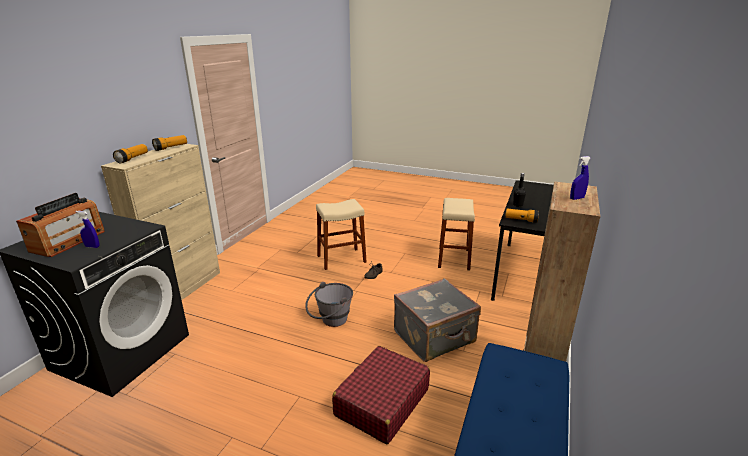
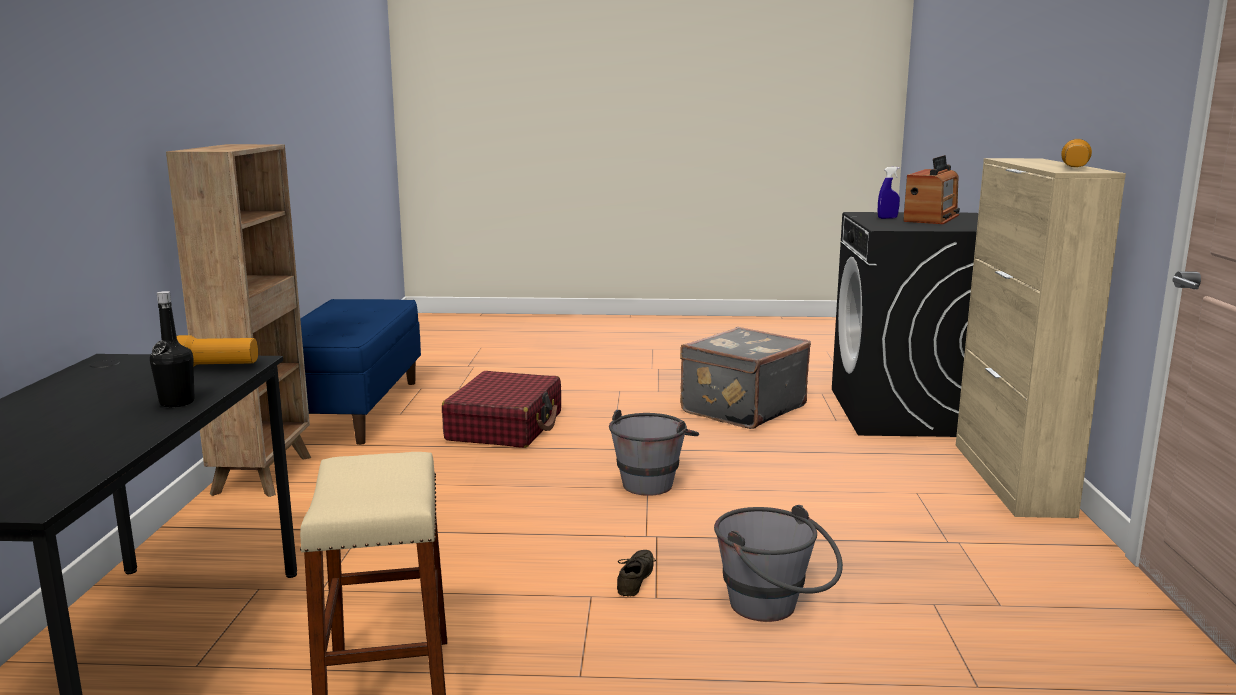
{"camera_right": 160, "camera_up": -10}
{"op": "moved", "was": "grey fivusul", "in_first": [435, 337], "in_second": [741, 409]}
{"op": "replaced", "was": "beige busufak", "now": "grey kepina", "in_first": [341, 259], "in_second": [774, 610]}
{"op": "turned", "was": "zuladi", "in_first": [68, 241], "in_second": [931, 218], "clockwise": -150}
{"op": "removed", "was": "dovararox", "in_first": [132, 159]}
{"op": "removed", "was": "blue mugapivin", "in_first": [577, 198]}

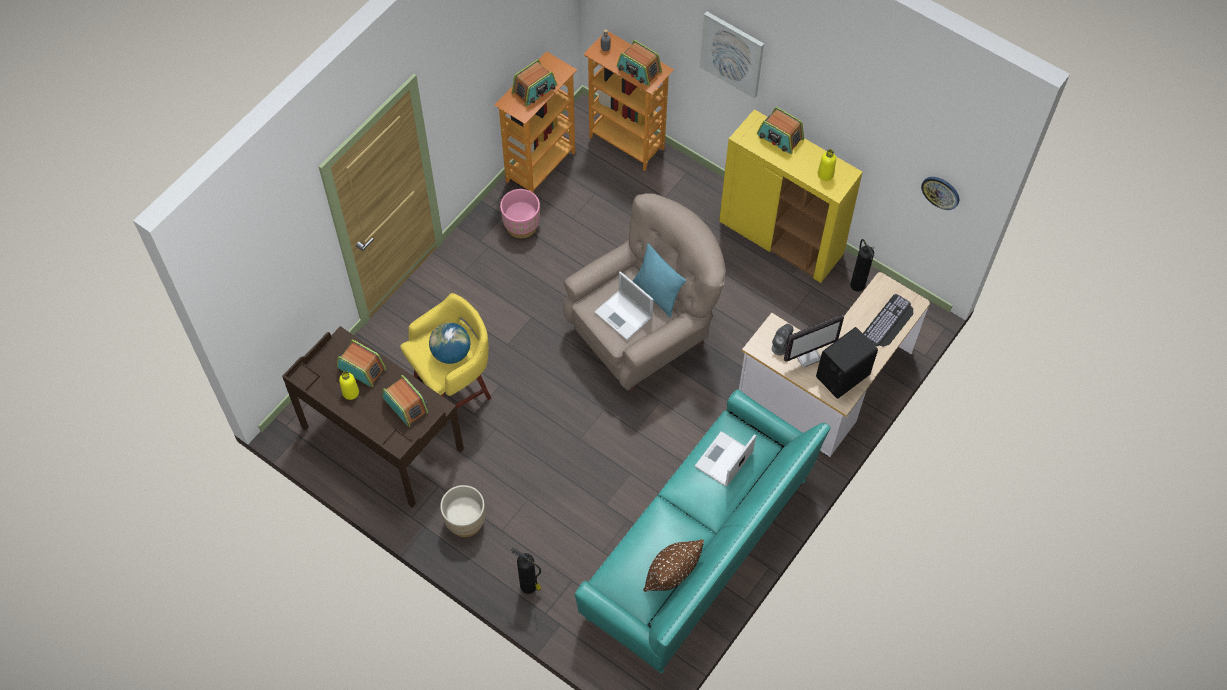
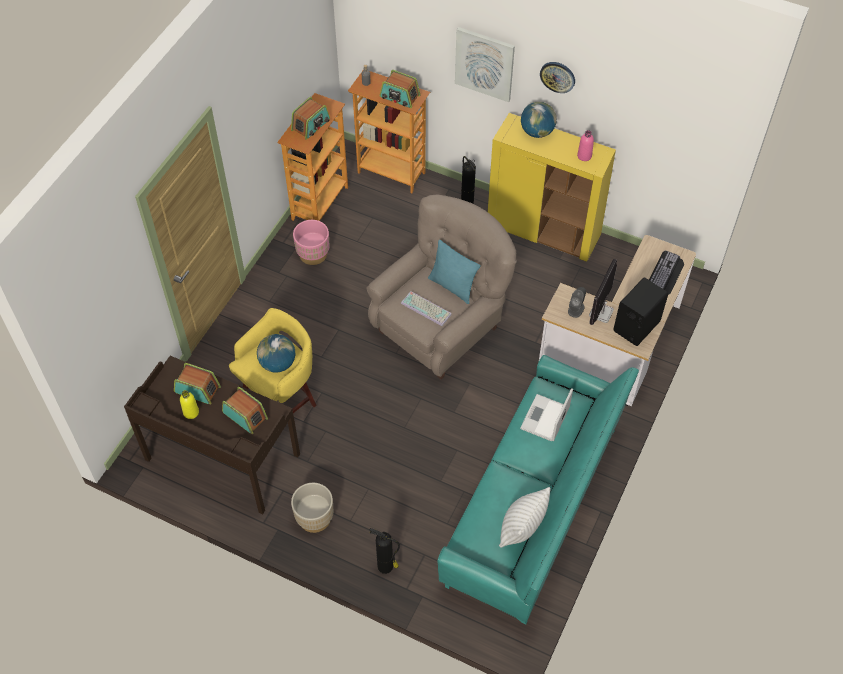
{"camera_right": -10, "camera_up": -5}
{"op": "replaced", "was": "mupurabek", "now": "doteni", "in_first": [624, 315], "in_second": [427, 308]}
{"op": "moved", "was": "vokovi", "in_first": [857, 284], "in_second": [467, 201]}
{"op": "recoloured", "was": "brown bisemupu", "now": "white bisemupu", "in_first": [671, 575], "in_second": [521, 528]}
{"op": "replaced", "was": "zuladi", "now": "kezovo", "in_first": [779, 137], "in_second": [537, 132]}
{"op": "moved", "was": "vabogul", "in_first": [941, 192], "in_second": [557, 76]}
{"op": "recoloured", "was": "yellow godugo", "now": "pink godugo", "in_first": [825, 174], "in_second": [584, 156]}
{"op": "turned", "was": "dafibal", "in_first": [807, 355], "in_second": [601, 313], "clockwise": 150}

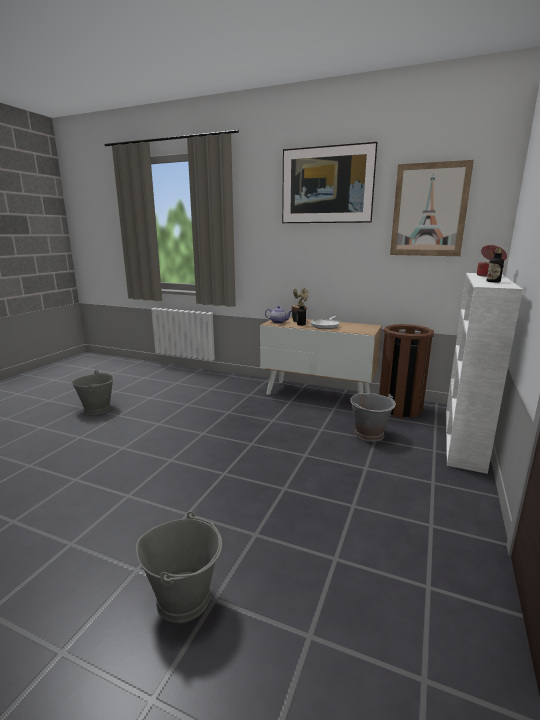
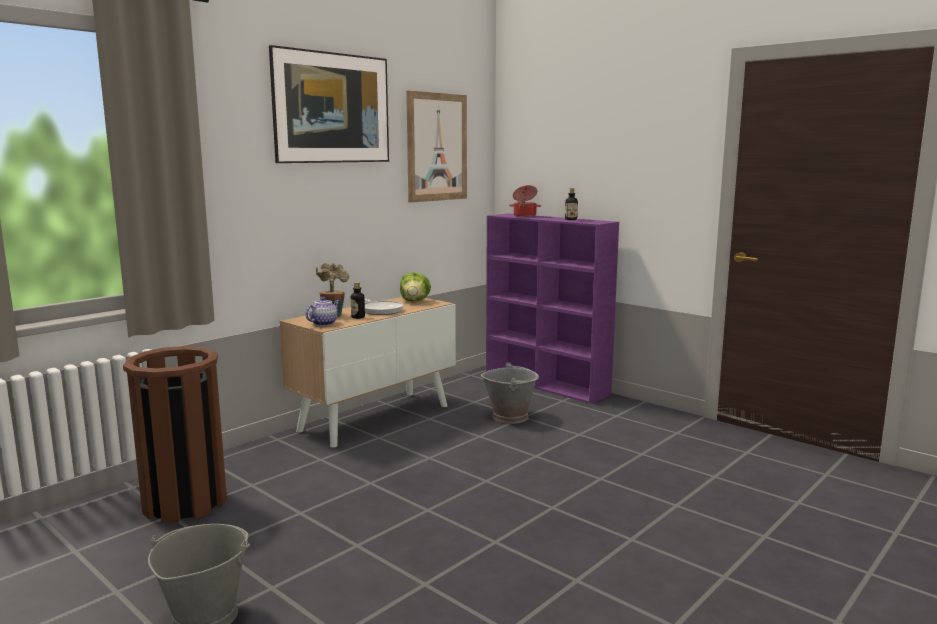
{"camera_right": -70, "camera_up": -5}
{"op": "moved", "was": "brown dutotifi", "in_first": [400, 408], "in_second": [185, 502]}
{"op": "added", "now": "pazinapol", "in_second": [415, 301]}
{"op": "recoloured", "was": "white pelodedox", "now": "purple pelodedox", "in_first": [464, 438], "in_second": [547, 384]}
{"op": "removed", "was": "grey kepina", "in_first": [184, 597]}

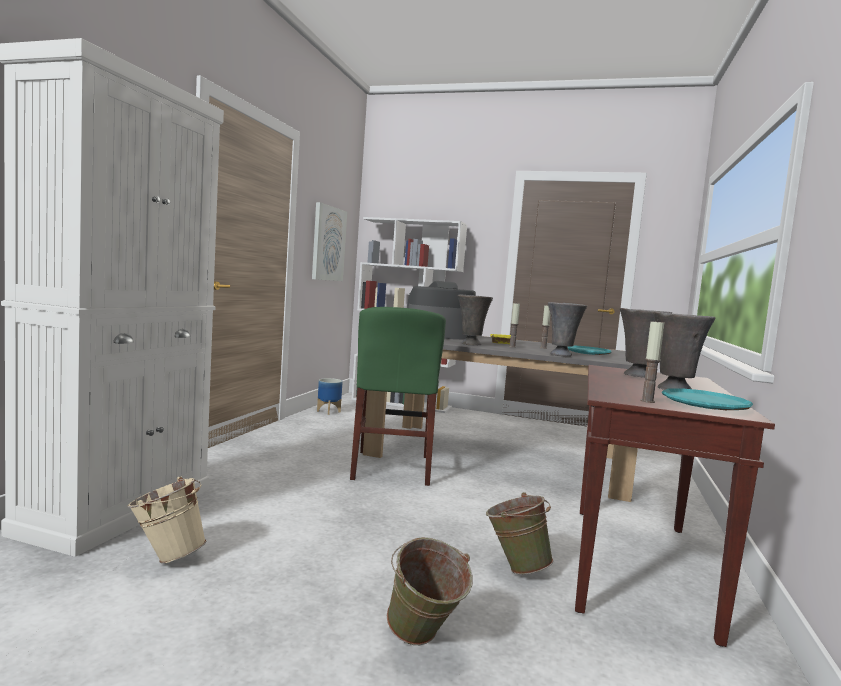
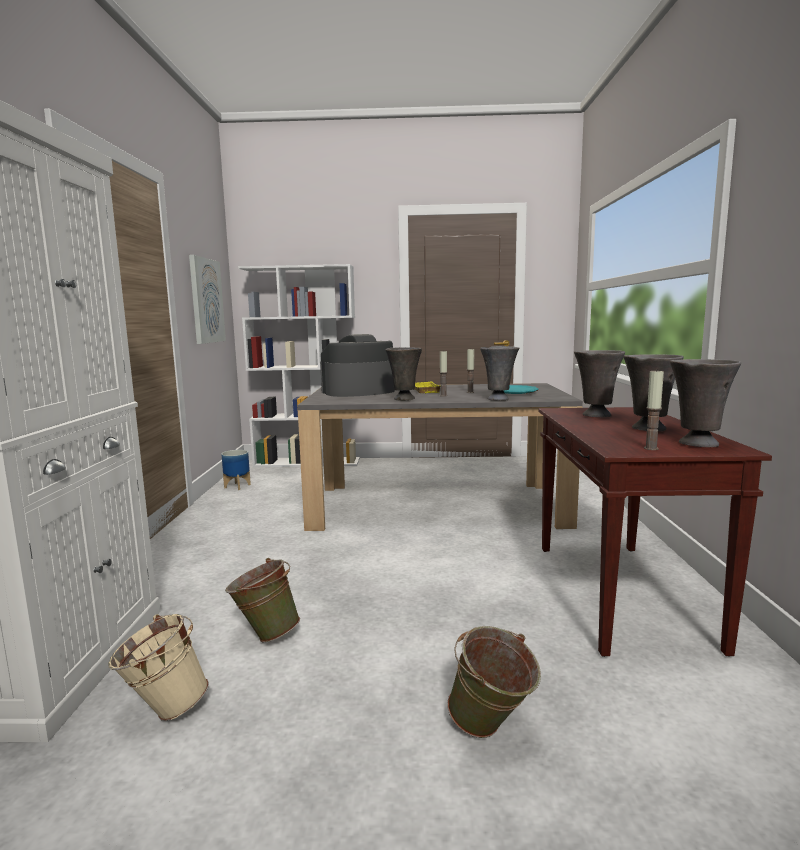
{"camera_right": -15, "camera_up": 5}
{"op": "moved", "was": "green kepina", "in_first": [515, 567], "in_second": [265, 634]}
{"op": "replaced", "was": "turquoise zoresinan", "now": "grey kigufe", "in_first": [705, 405], "in_second": [696, 444]}
{"op": "removed", "was": "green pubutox", "in_first": [392, 467]}

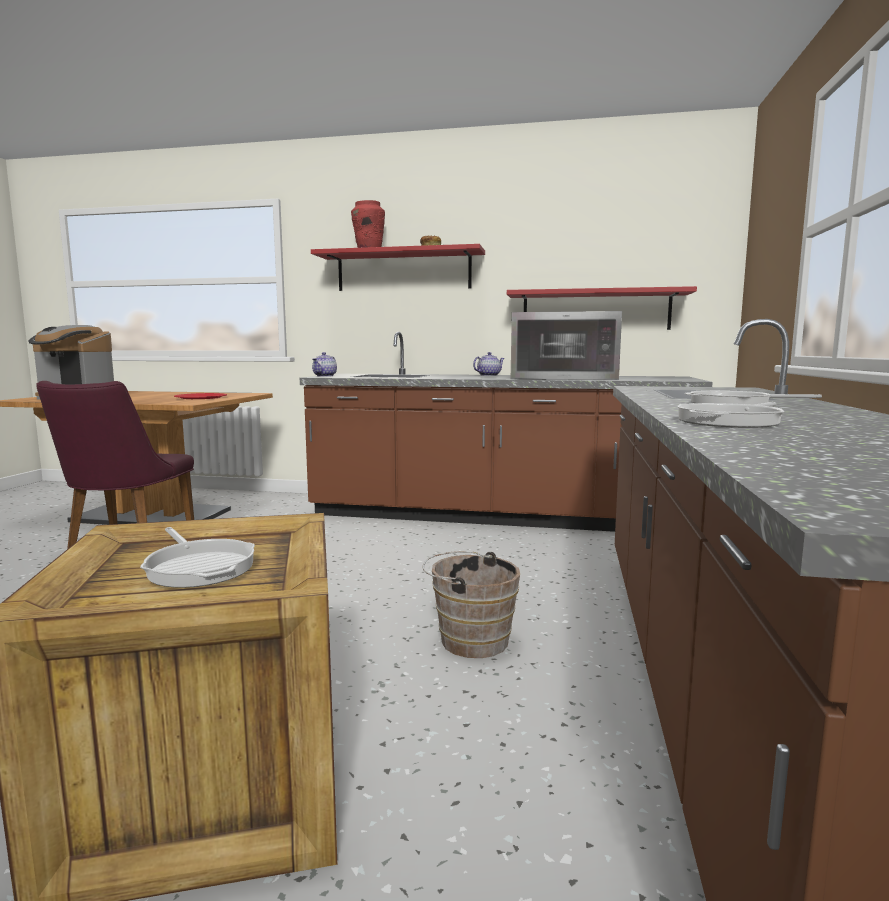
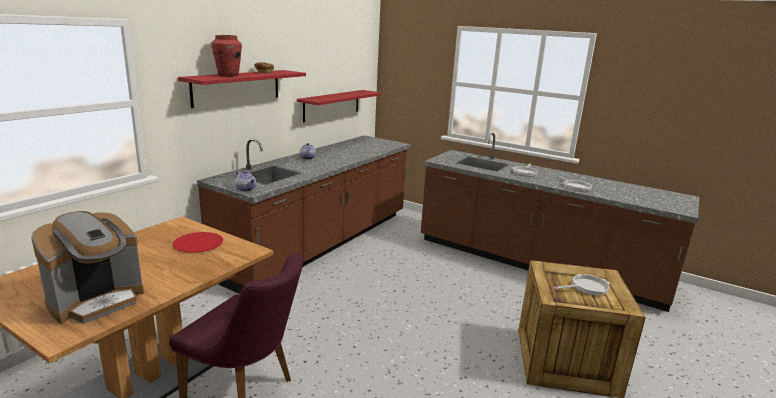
{"camera_right": -70, "camera_up": 10}
{"op": "removed", "was": "brown kepina", "in_first": [469, 640]}
{"op": "removed", "was": "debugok", "in_first": [564, 378]}

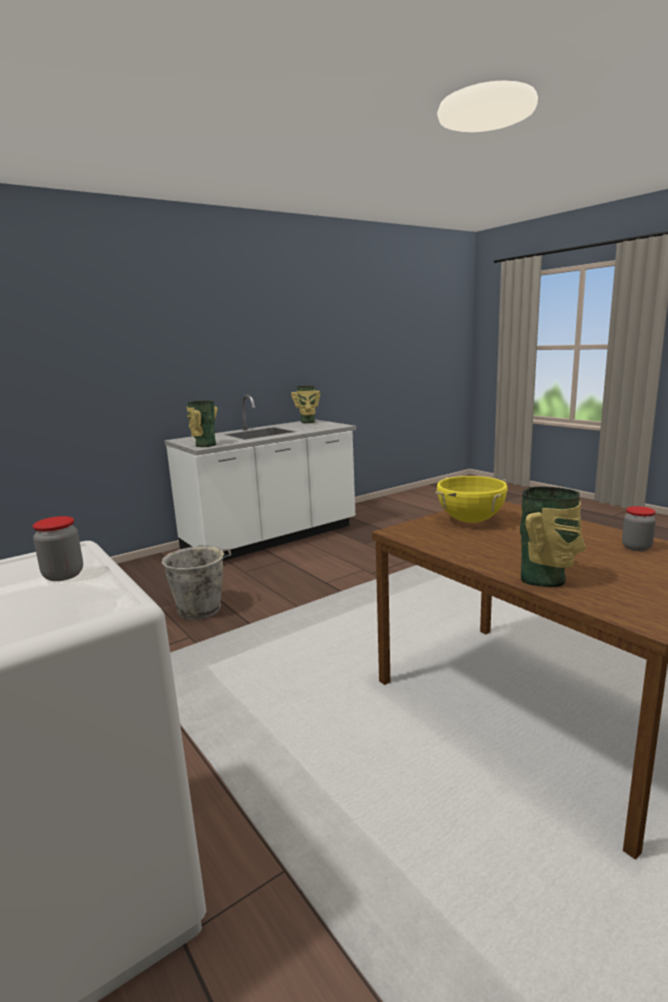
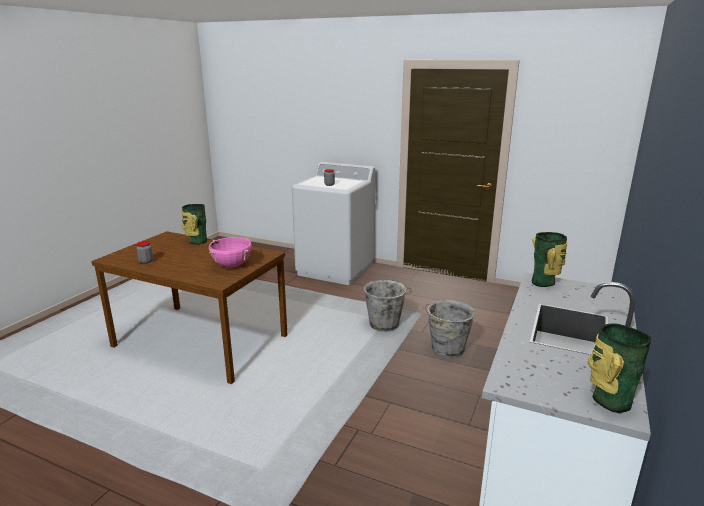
{"camera_right": 150, "camera_up": 5}
{"op": "recoloured", "was": "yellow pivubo", "now": "pink pivubo", "in_first": [471, 521], "in_second": [232, 266]}
{"op": "added", "now": "grey kepina", "in_second": [385, 325]}

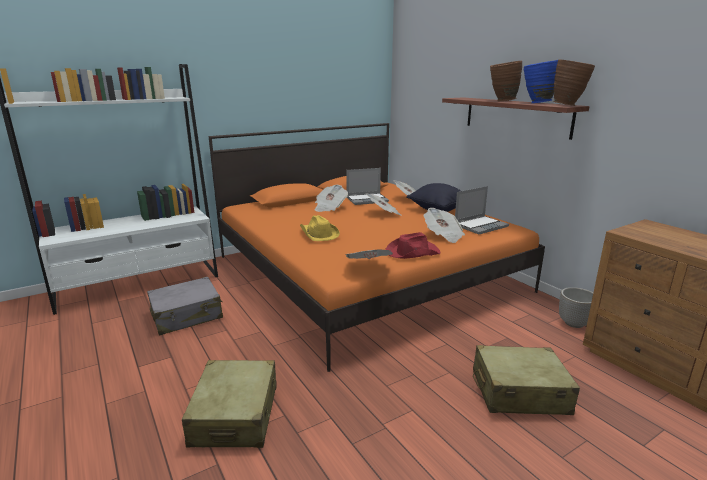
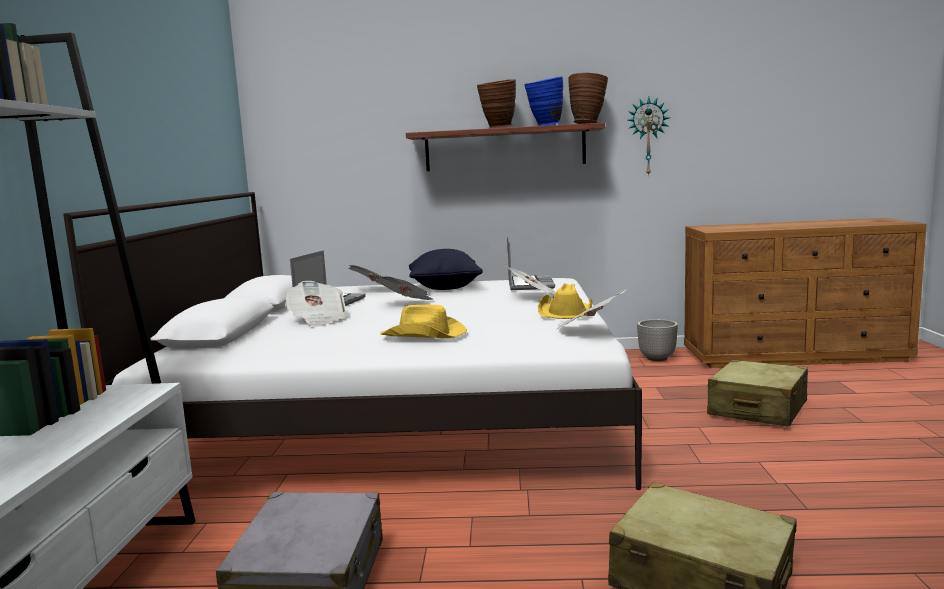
{"camera_right": -55, "camera_up": -10}
{"op": "recoloured", "was": "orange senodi", "now": "white senodi", "in_first": [366, 273], "in_second": [403, 409]}
{"op": "recoloured", "was": "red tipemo", "now": "yellow tipemo", "in_first": [411, 252], "in_second": [566, 312]}
{"op": "added", "now": "vabogul", "in_second": [647, 136]}

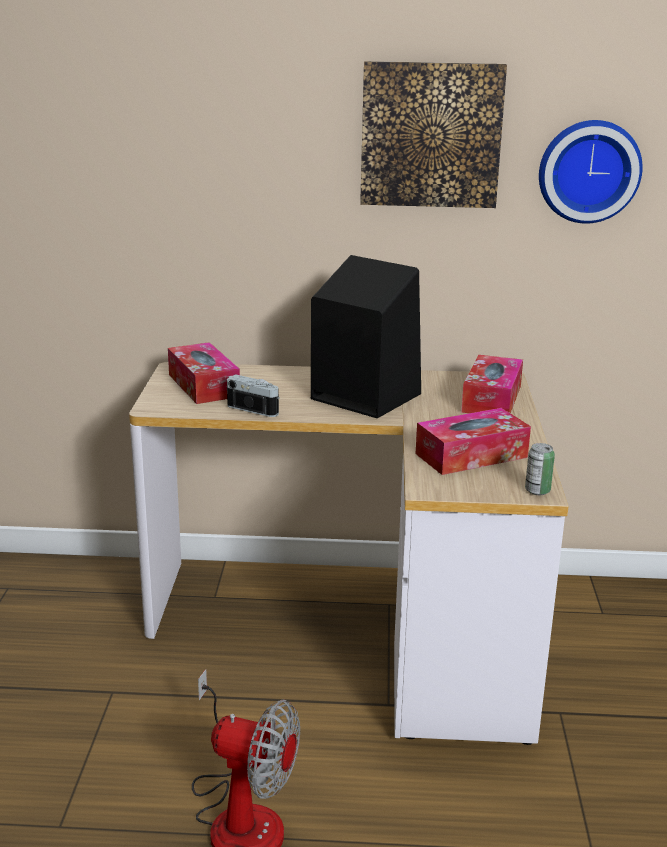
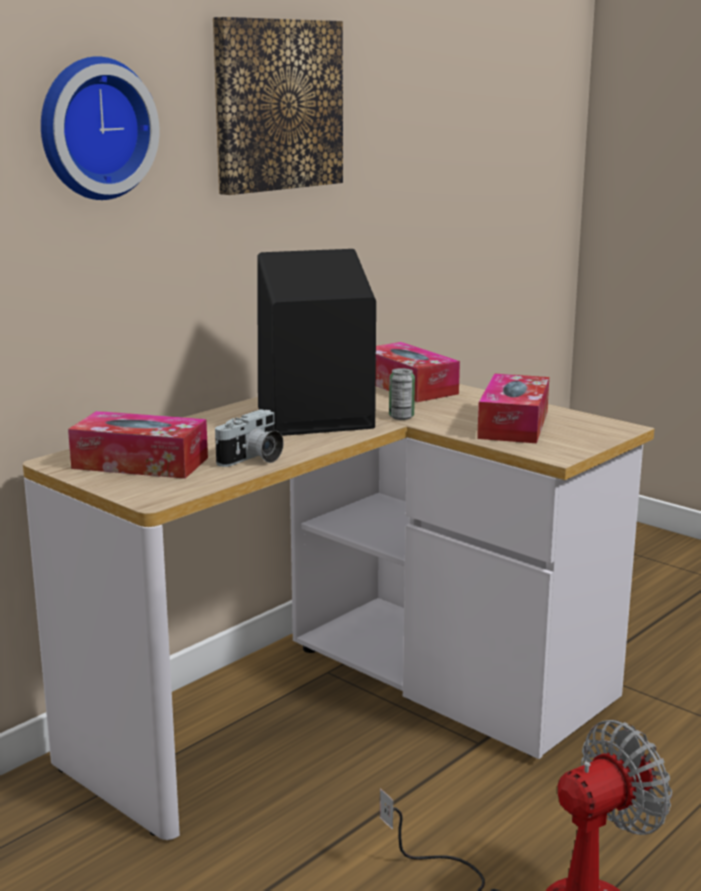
{"camera_right": -50, "camera_up": -5}
{"op": "moved", "was": "vabogul", "in_first": [588, 171], "in_second": [93, 129]}
{"op": "turned", "was": "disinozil", "in_first": [257, 408], "in_second": [253, 459], "clockwise": 150}
{"op": "moved", "was": "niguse", "in_first": [537, 491], "in_second": [401, 417]}

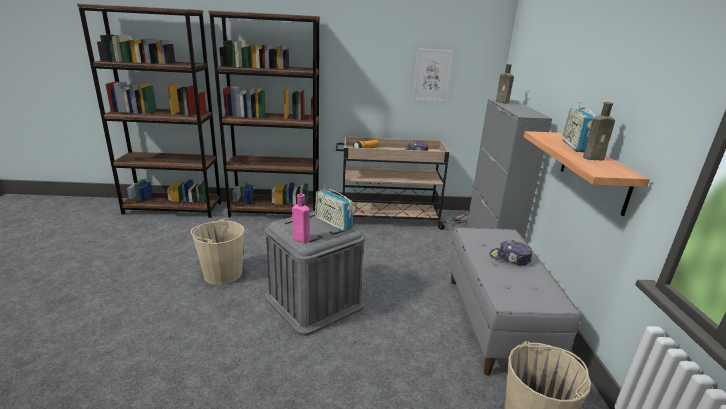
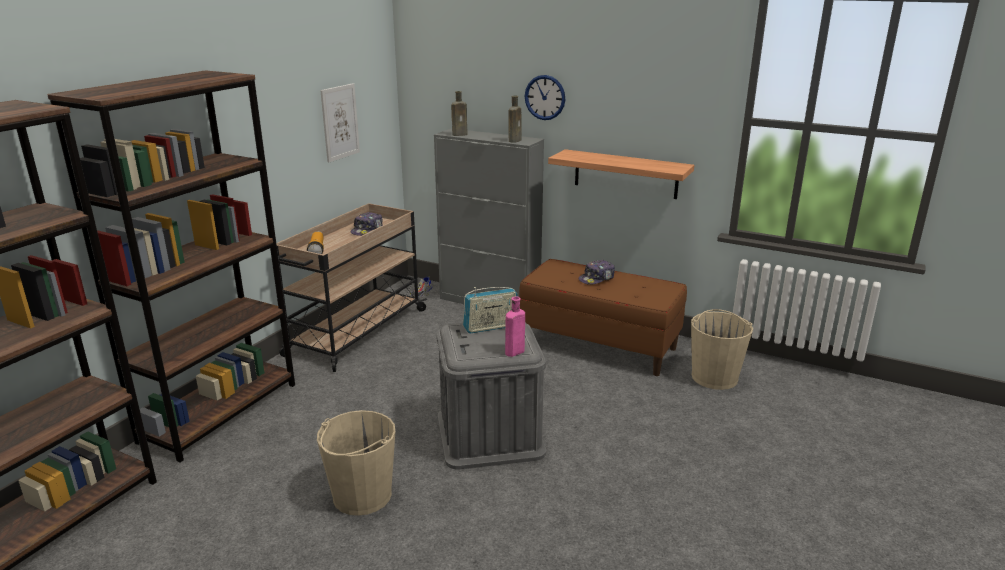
{"camera_right": -60, "camera_up": 0}
{"op": "moved", "was": "brown godugo", "in_first": [594, 158], "in_second": [515, 140]}
{"op": "recoloured", "was": "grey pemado", "now": "brown pemado", "in_first": [495, 322], "in_second": [599, 345]}
{"op": "added", "now": "vabogul", "in_second": [545, 97]}
{"op": "removed", "was": "zuladi", "in_first": [574, 146]}

